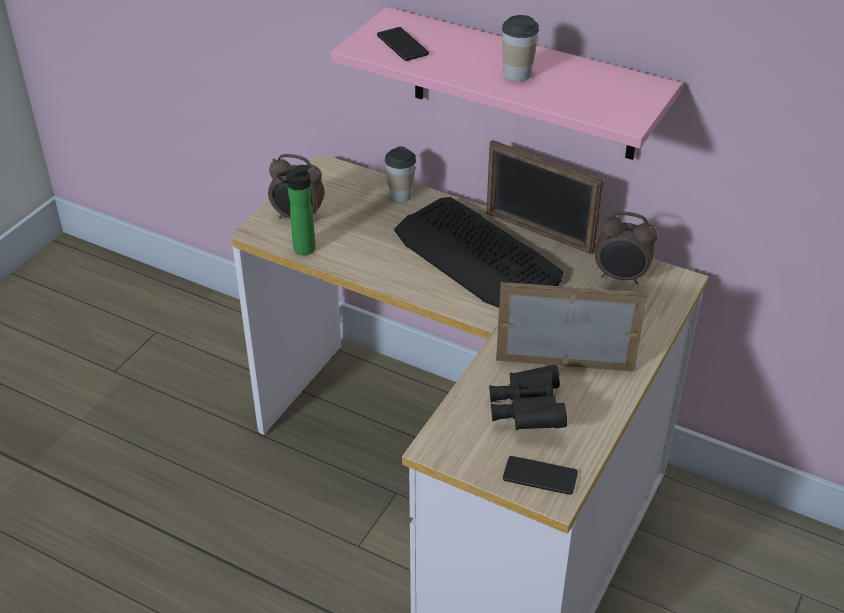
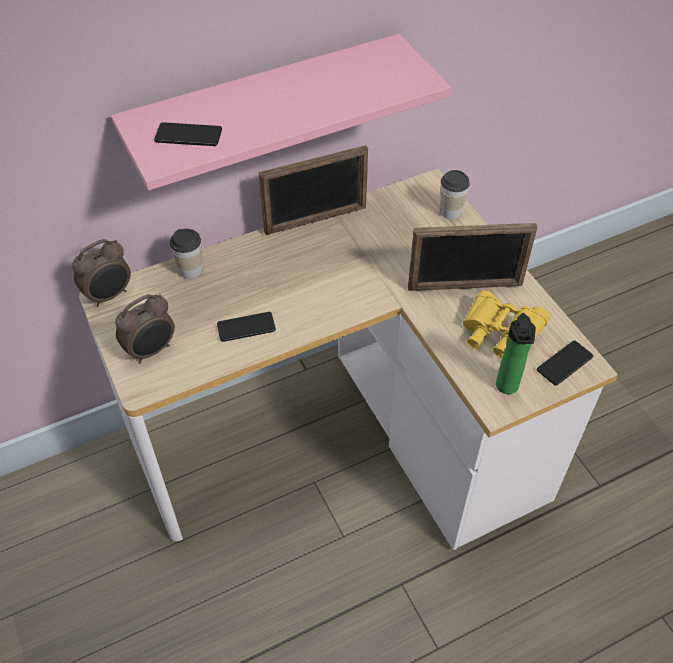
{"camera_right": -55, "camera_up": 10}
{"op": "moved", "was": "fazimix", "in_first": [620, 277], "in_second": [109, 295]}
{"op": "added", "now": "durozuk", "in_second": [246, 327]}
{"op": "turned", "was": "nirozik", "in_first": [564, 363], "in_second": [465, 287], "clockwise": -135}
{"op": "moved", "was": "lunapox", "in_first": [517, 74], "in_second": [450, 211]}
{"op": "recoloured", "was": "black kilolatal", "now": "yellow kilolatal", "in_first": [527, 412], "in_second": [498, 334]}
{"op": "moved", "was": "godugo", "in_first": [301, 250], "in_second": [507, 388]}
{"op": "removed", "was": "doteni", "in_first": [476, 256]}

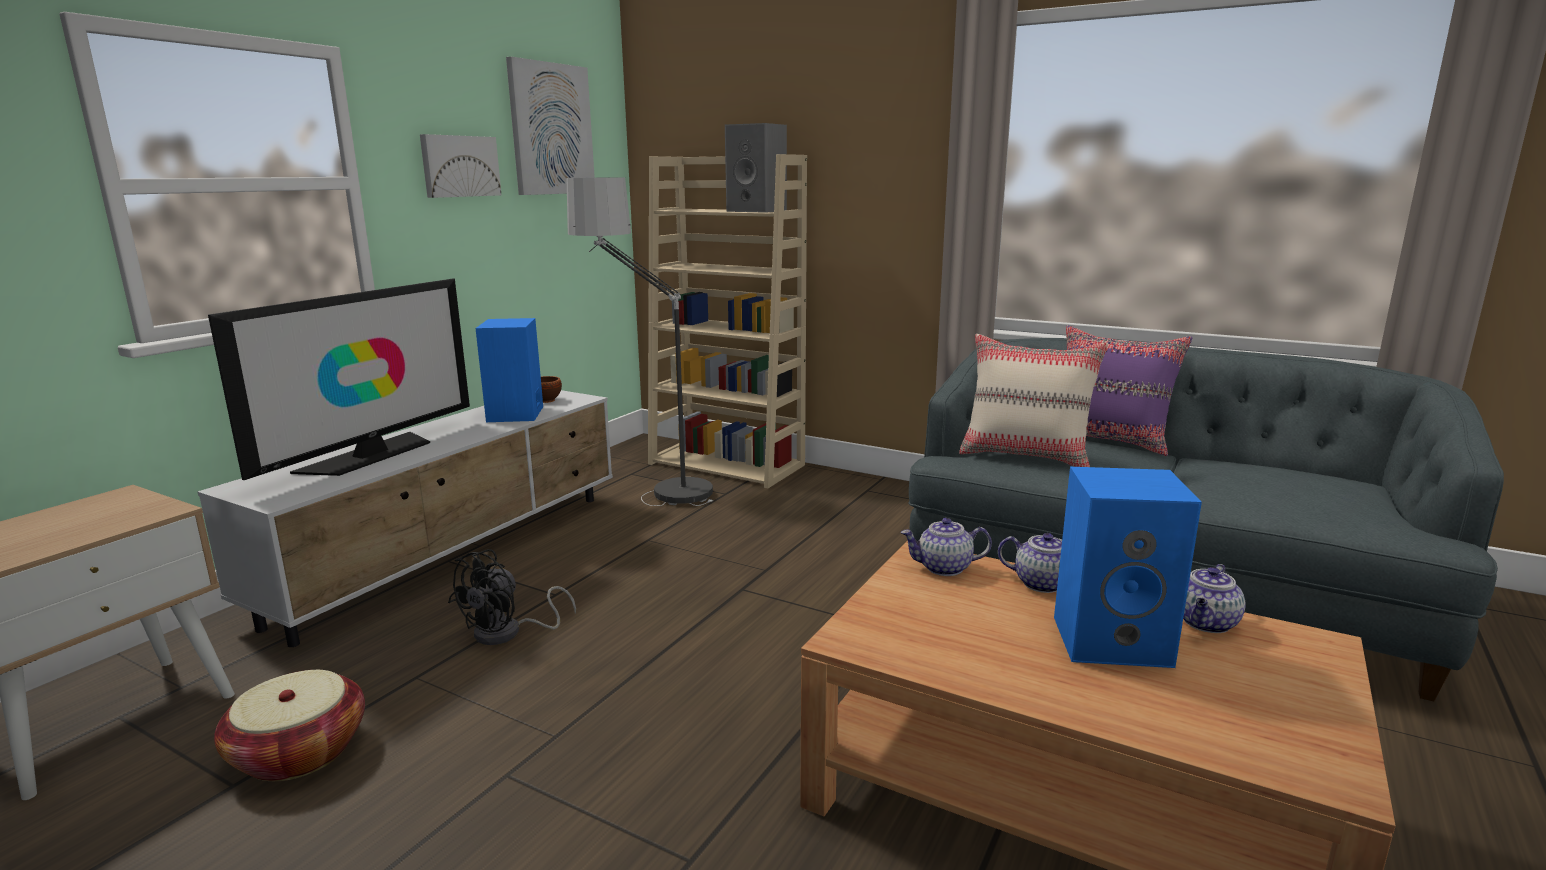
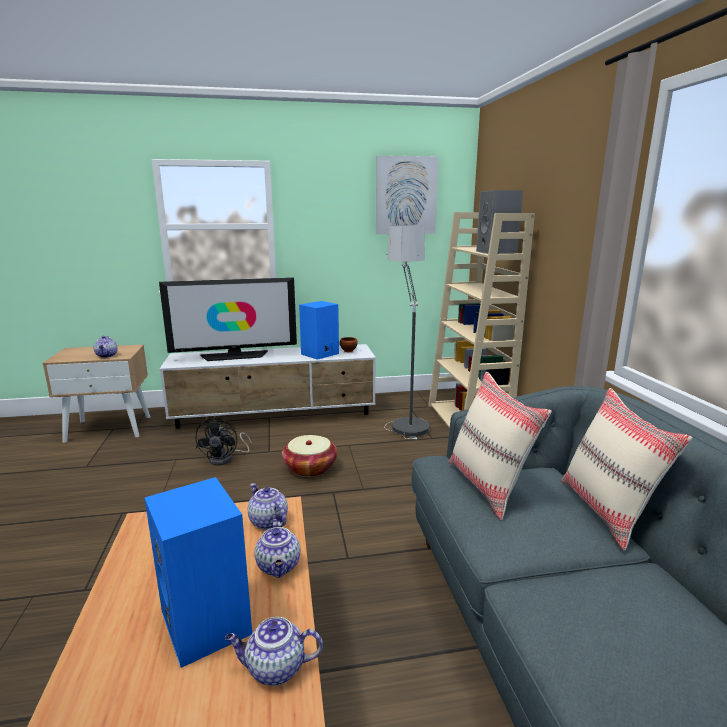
{"camera_right": 50, "camera_up": 0}
{"op": "added", "now": "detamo", "in_second": [107, 355]}
{"op": "turned", "was": "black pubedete", "in_first": [508, 633], "in_second": [225, 458], "clockwise": -75}
{"op": "moved", "was": "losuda", "in_first": [299, 752], "in_second": [310, 468]}
{"op": "recoloured", "was": "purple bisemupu", "now": "beige bisemupu", "in_first": [1109, 441], "in_second": [607, 511]}
{"op": "removed", "was": "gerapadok", "in_first": [459, 166]}

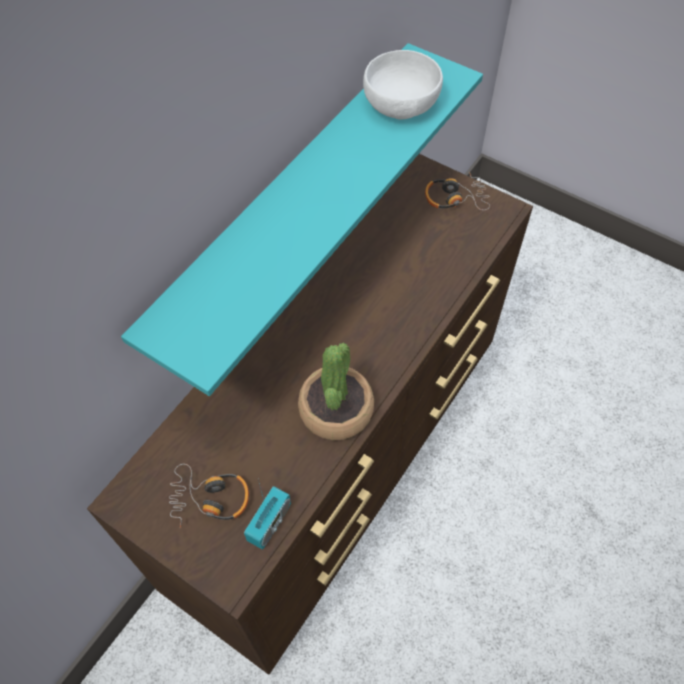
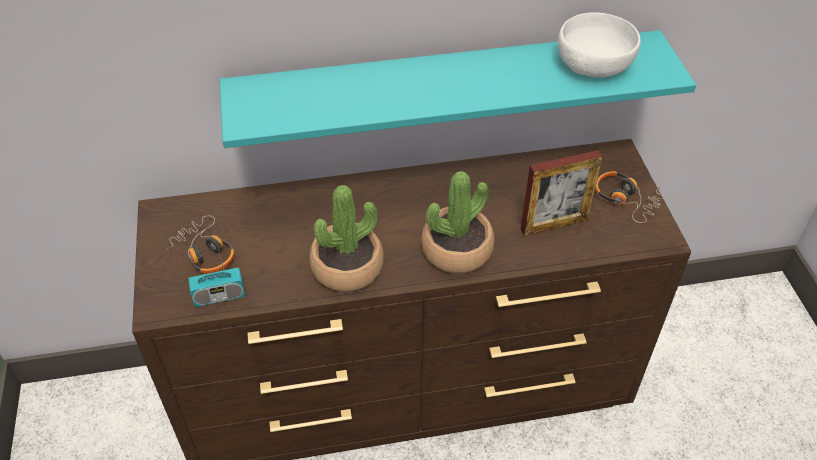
{"camera_right": 45, "camera_up": -10}
{"op": "added", "now": "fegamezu", "in_second": [457, 249]}
{"op": "added", "now": "nirozik", "in_second": [554, 224]}

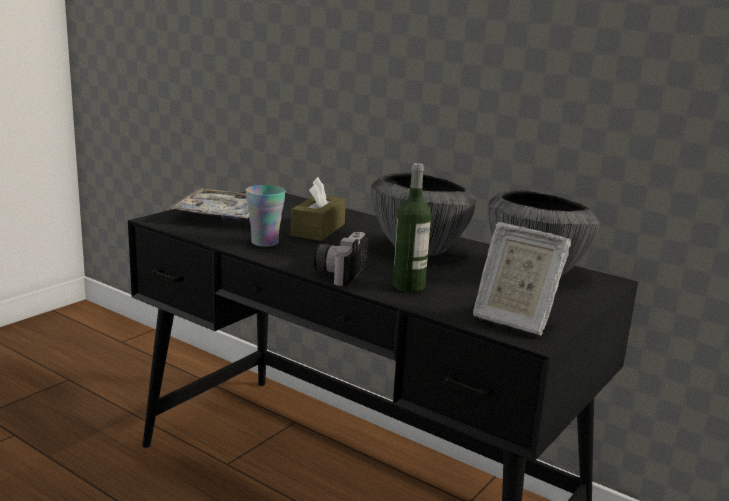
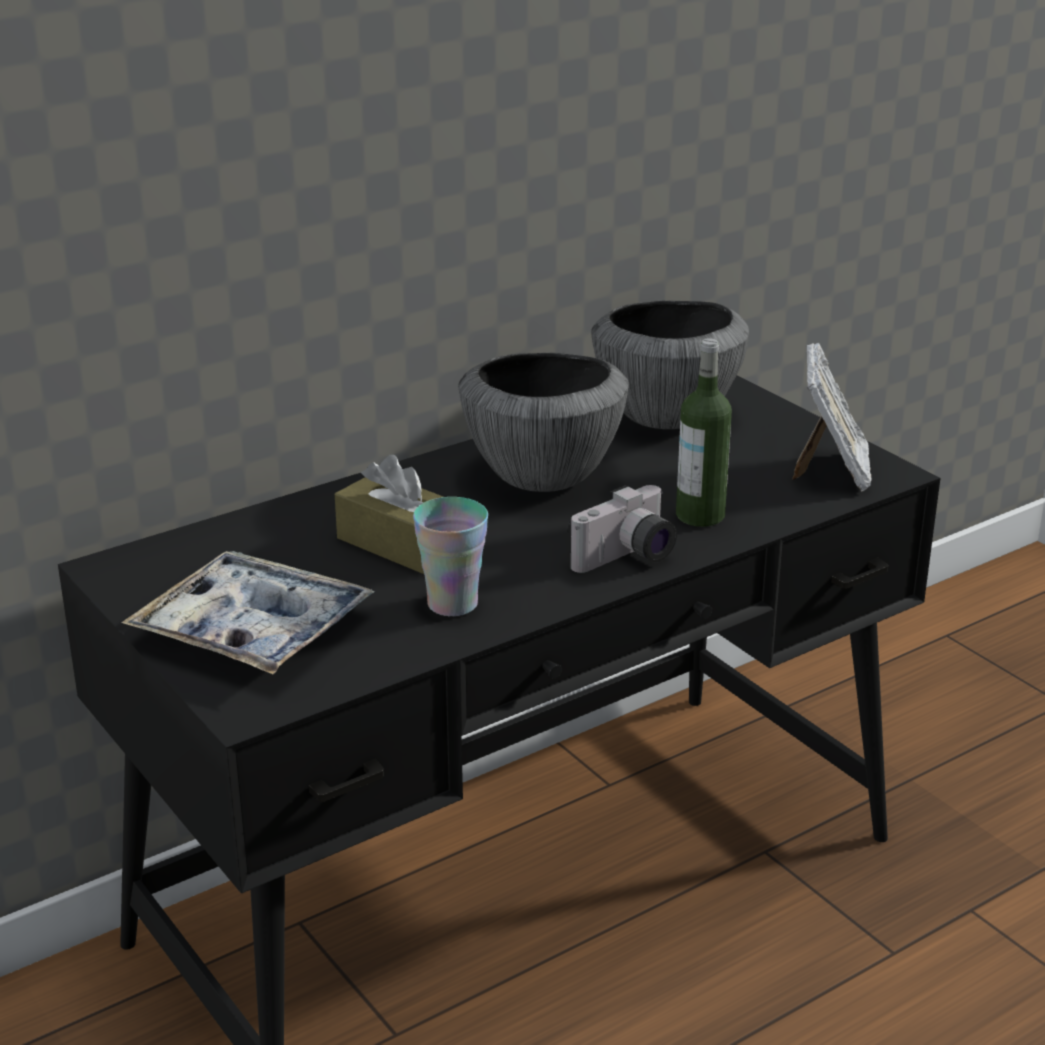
{"camera_right": -70, "camera_up": 10}
{"op": "turned", "was": "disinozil", "in_first": [339, 272], "in_second": [627, 558], "clockwise": -75}
{"op": "turned", "was": "nirozik", "in_first": [513, 319], "in_second": [832, 471], "clockwise": -45}

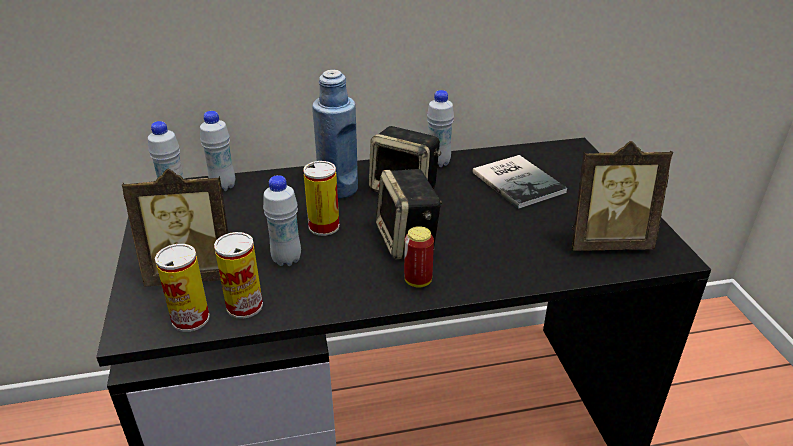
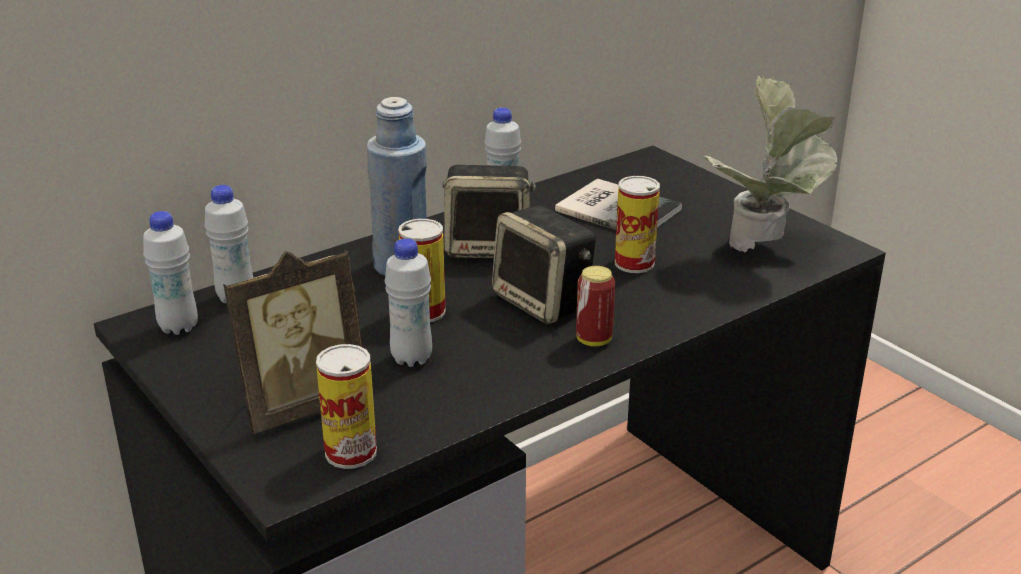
{"camera_right": -25, "camera_up": -5}
{"op": "moved", "was": "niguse", "in_first": [244, 306], "in_second": [634, 263]}
{"op": "replaced", "was": "nirozik", "now": "fegamezu", "in_first": [606, 242], "in_second": [765, 250]}

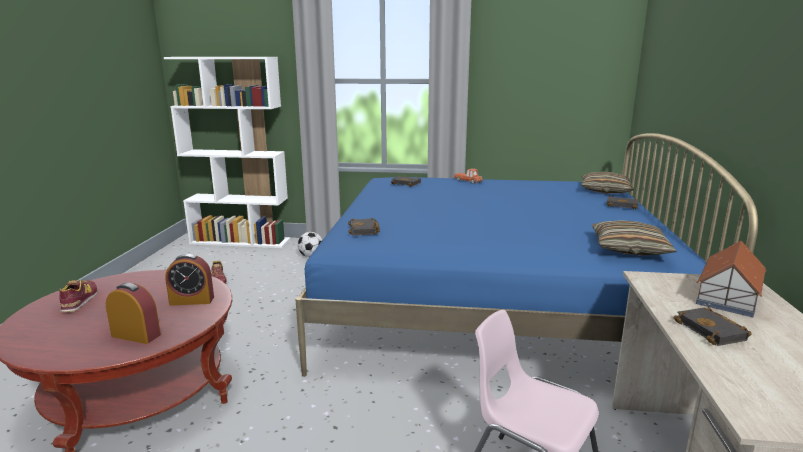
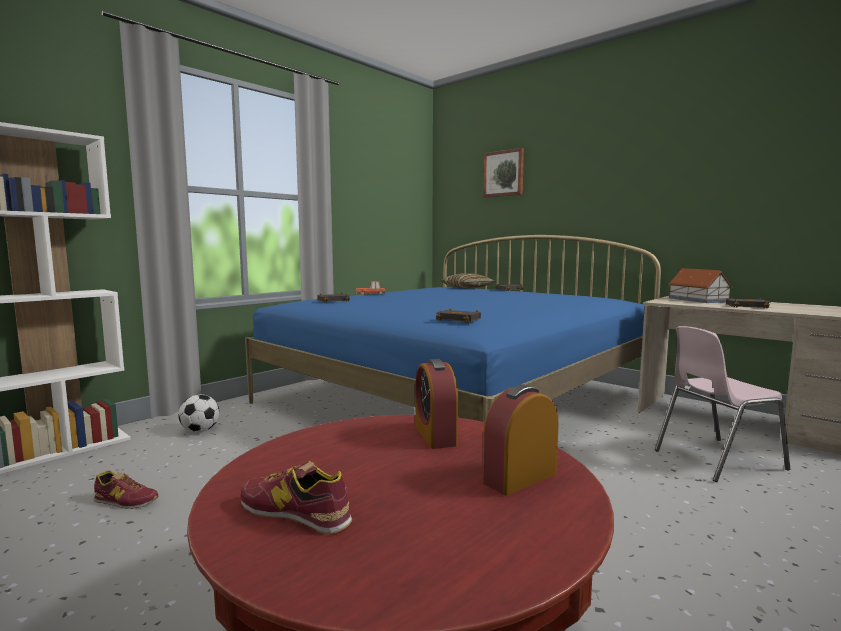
{"camera_right": -55, "camera_up": -10}
{"op": "turned", "was": "fazimix", "in_first": [192, 300], "in_second": [435, 435], "clockwise": 135}
{"op": "added", "now": "gerapadok", "in_second": [504, 173]}
{"op": "removed", "was": "bisemupu", "in_first": [629, 248]}

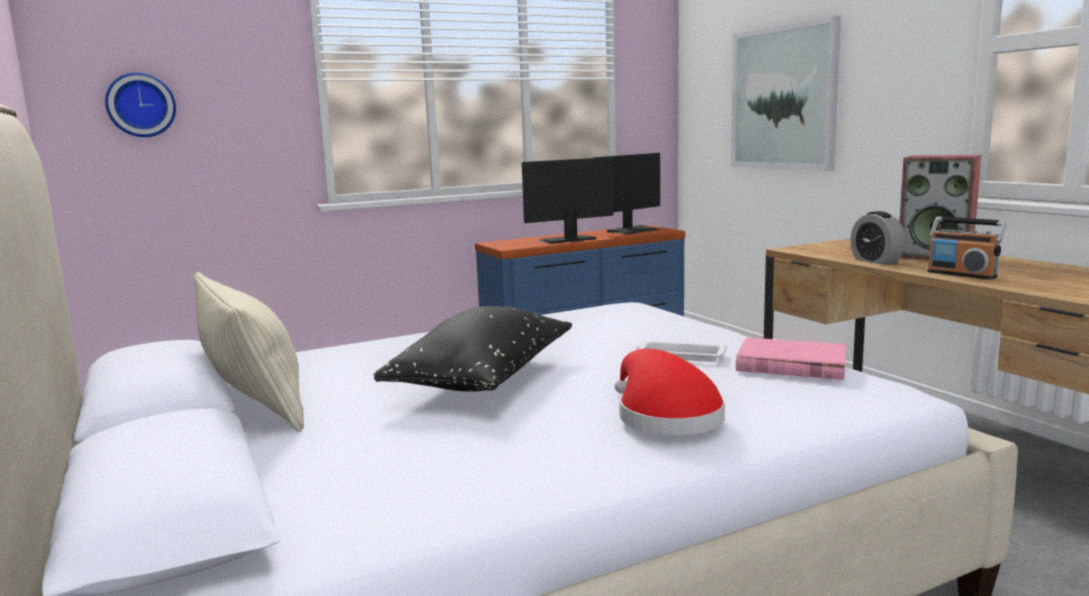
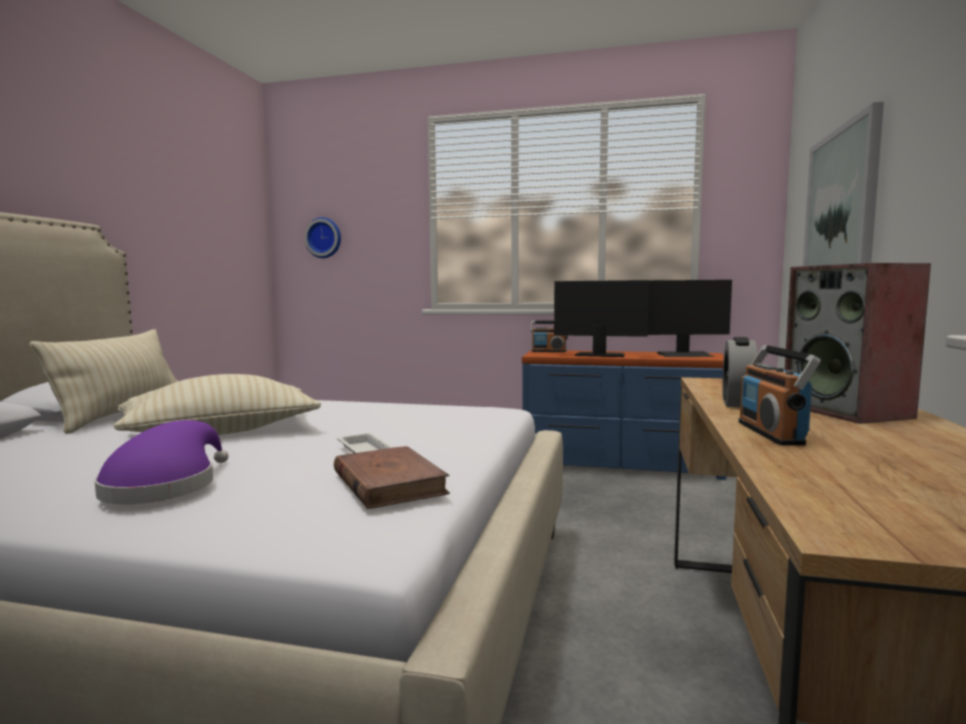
{"camera_right": 40, "camera_up": -5}
{"op": "recoloured", "was": "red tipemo", "now": "purple tipemo", "in_first": [664, 416], "in_second": [165, 486]}
{"op": "recoloured", "was": "black bisemupu", "now": "beige bisemupu", "in_first": [484, 379], "in_second": [222, 432]}
{"op": "recoloured", "was": "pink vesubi", "now": "brown vesubi", "in_first": [790, 365], "in_second": [388, 483]}
{"op": "added", "now": "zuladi", "in_second": [549, 351]}

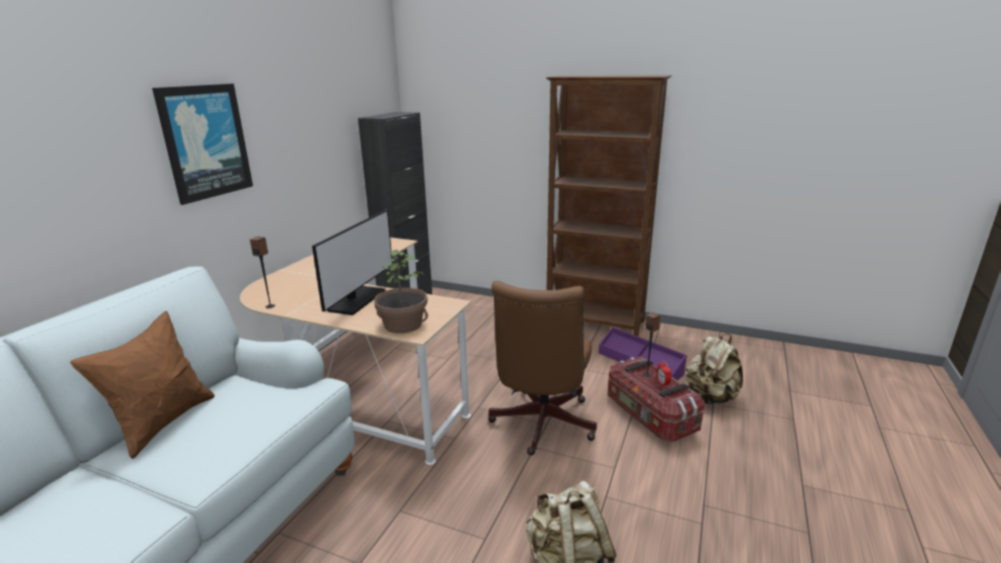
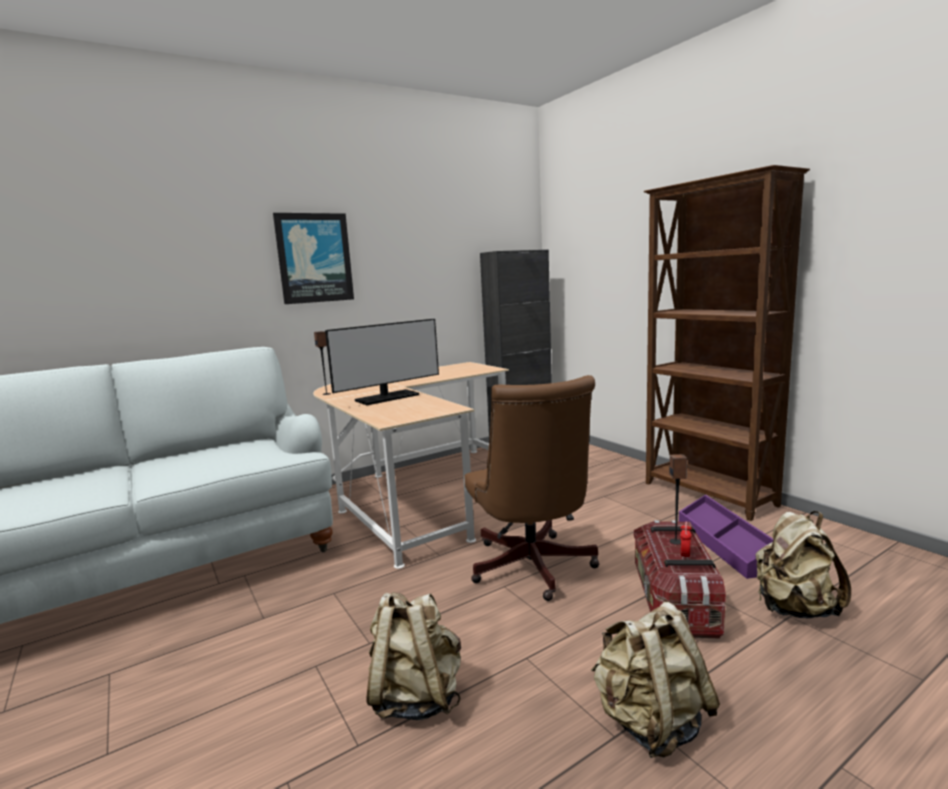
{"camera_right": 35, "camera_up": -10}
{"op": "turned", "was": "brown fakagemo", "in_first": [540, 425], "in_second": [532, 570], "clockwise": -60}
{"op": "added", "now": "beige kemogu", "in_second": [650, 723]}
{"op": "removed", "was": "brown bisemupu", "in_first": [163, 422]}
{"op": "removed", "was": "fegamezu", "in_first": [402, 325]}

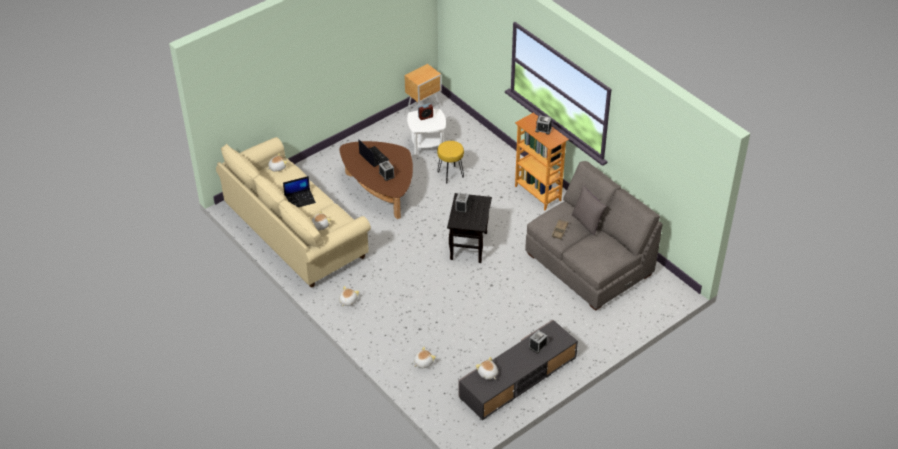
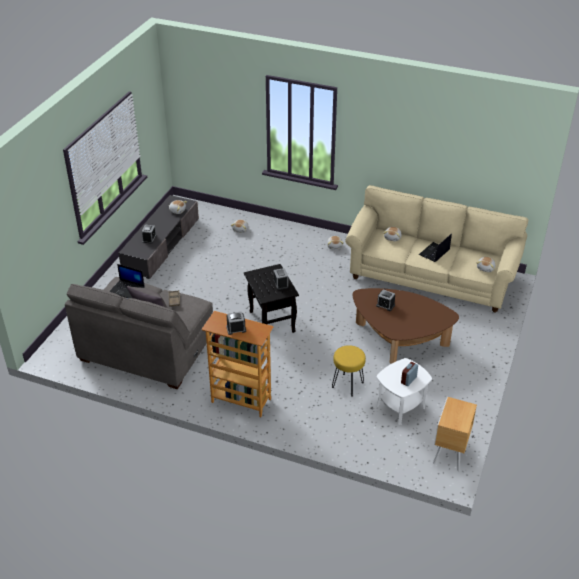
{"camera_right": 150, "camera_up": -5}
{"op": "moved", "was": "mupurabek", "in_first": [373, 157], "in_second": [127, 290]}

